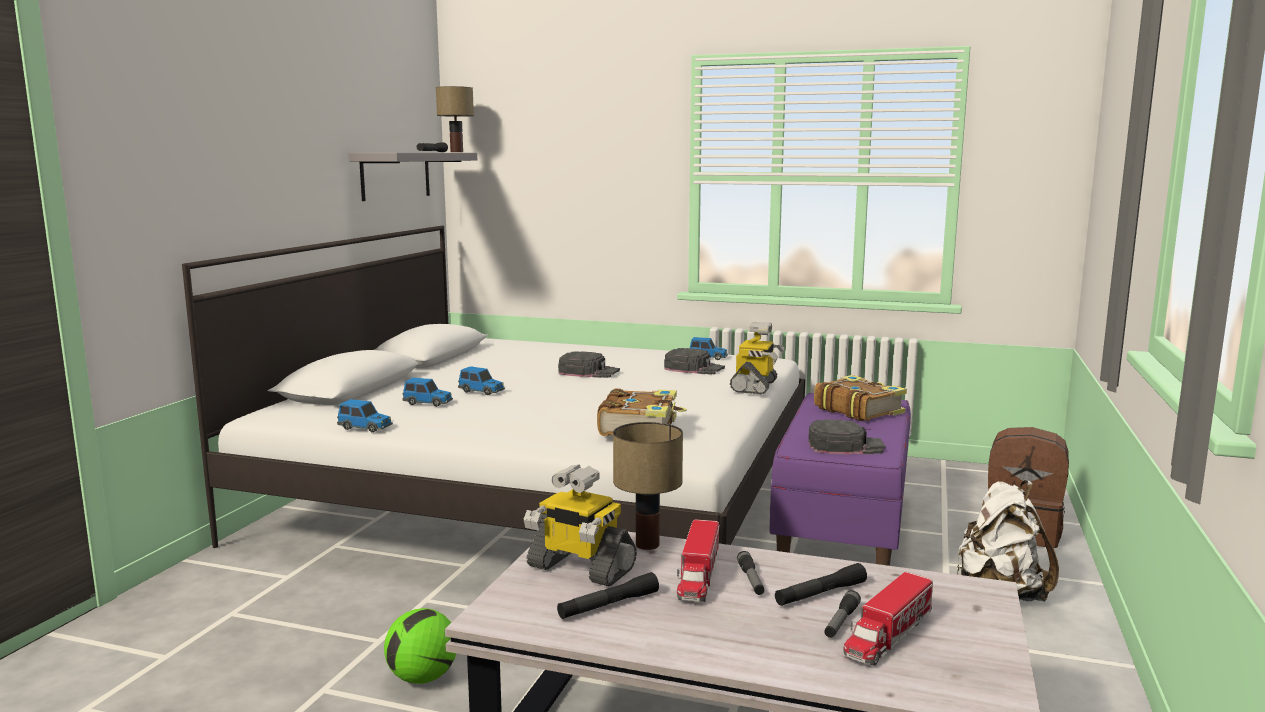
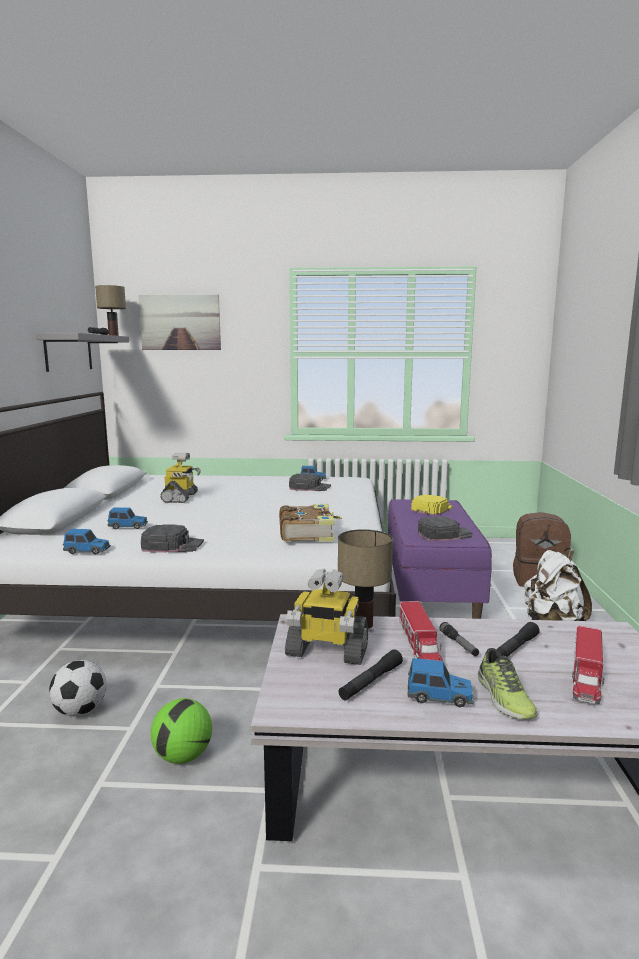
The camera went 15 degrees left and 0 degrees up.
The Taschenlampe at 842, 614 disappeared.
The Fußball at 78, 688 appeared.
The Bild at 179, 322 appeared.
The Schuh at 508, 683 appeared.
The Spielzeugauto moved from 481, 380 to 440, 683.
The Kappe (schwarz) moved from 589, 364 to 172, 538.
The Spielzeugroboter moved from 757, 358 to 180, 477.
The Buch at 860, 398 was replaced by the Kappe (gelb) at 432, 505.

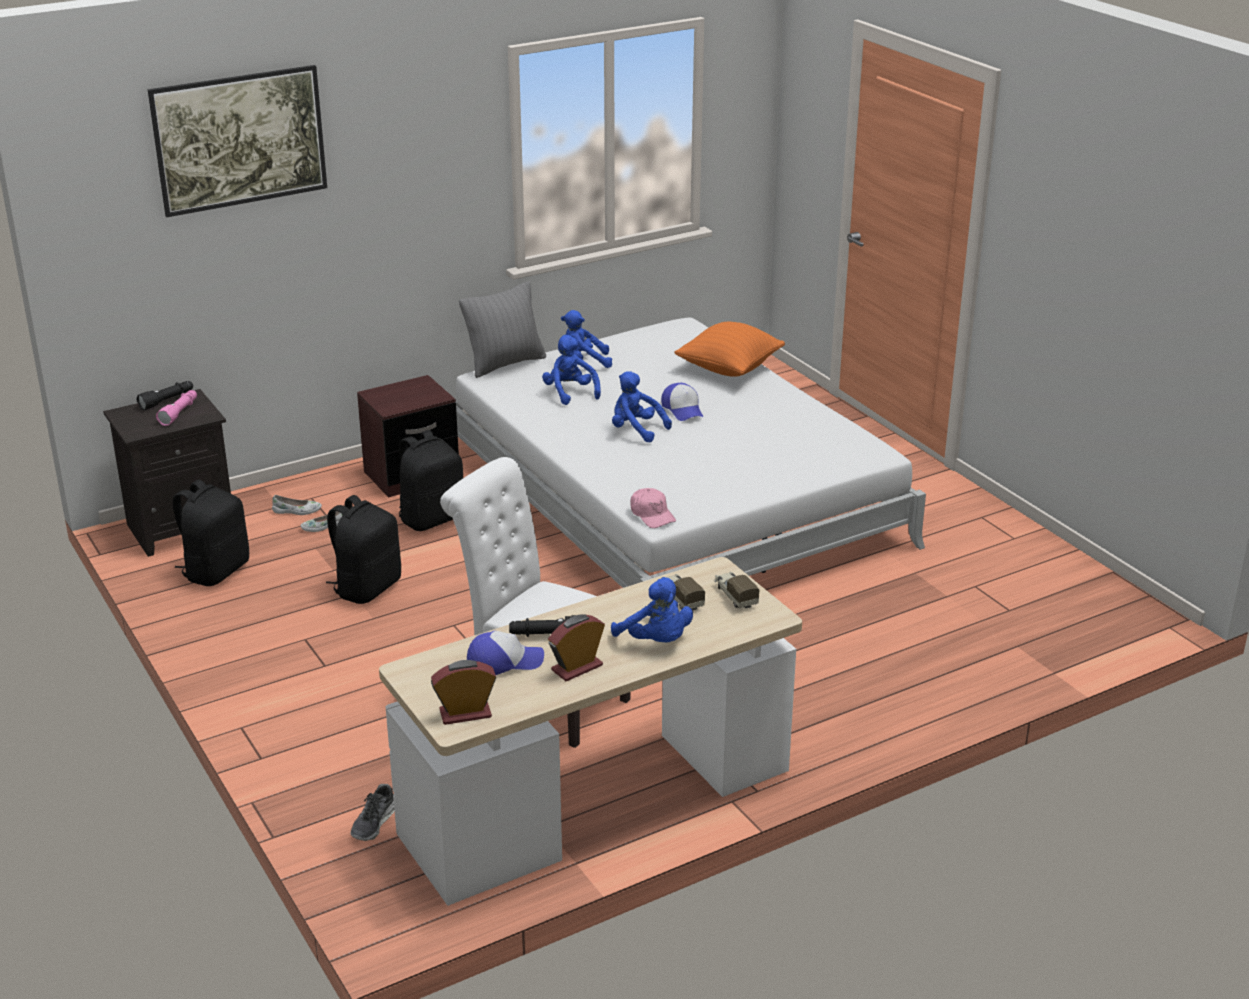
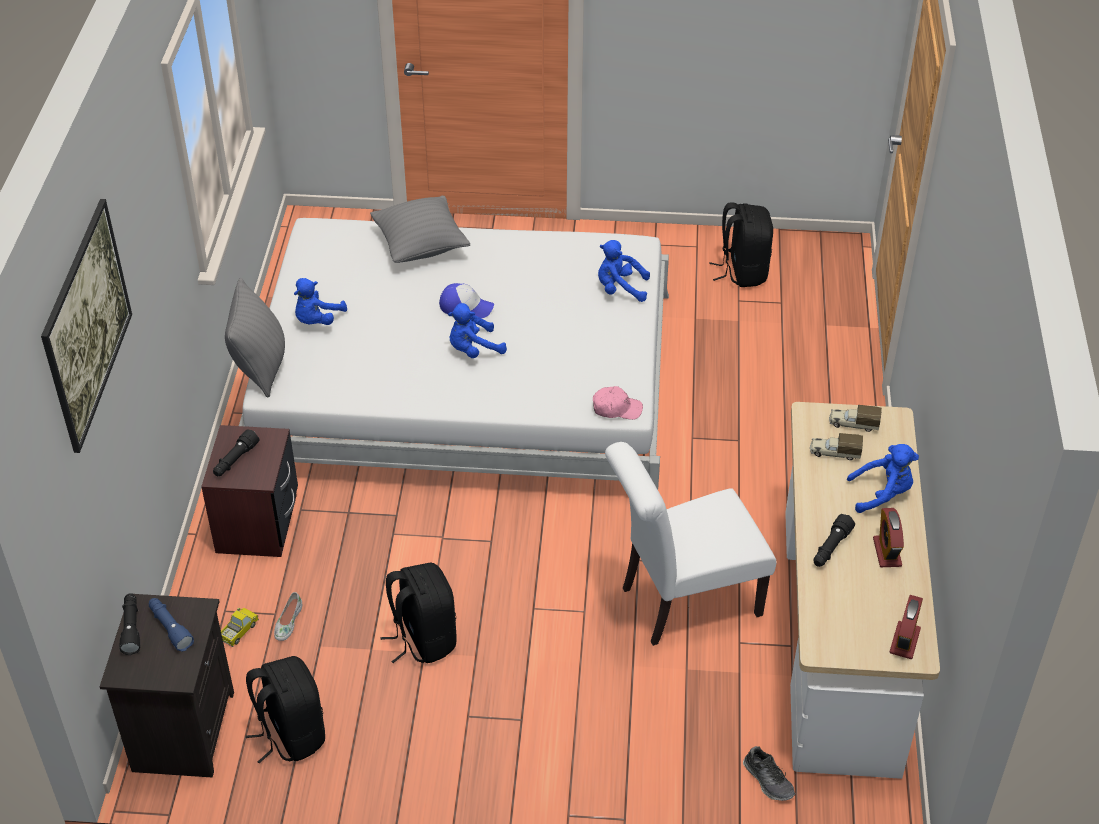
The camera went 55 degrees left and 15 degrees up.
The Kappe at 505, 653 disappeared.
The Taschenlampe (schwarz) at 236, 452 appeared.
The Rucksack (schwarz) moved from 431, 480 to 741, 244.
The Plüschtier (blau) moved from 571, 370 to 624, 271.
The Schuh (weiß) at 297, 505 was replaced by the Spielzeuglaster at 240, 627.
The Taschenlampe (rosa) at 176, 408 became the Taschenlampe (blau) at 171, 624.
The Kissen (orange) at 729, 349 became the Kissen (grau) at 420, 229.

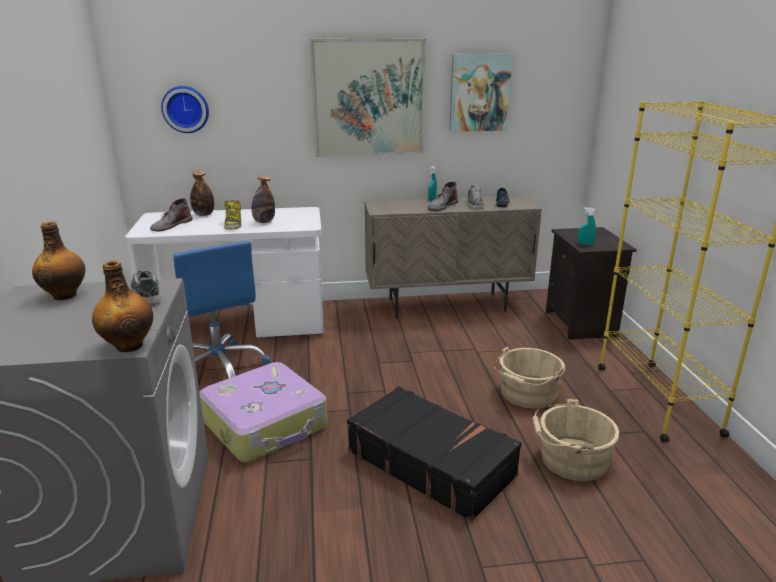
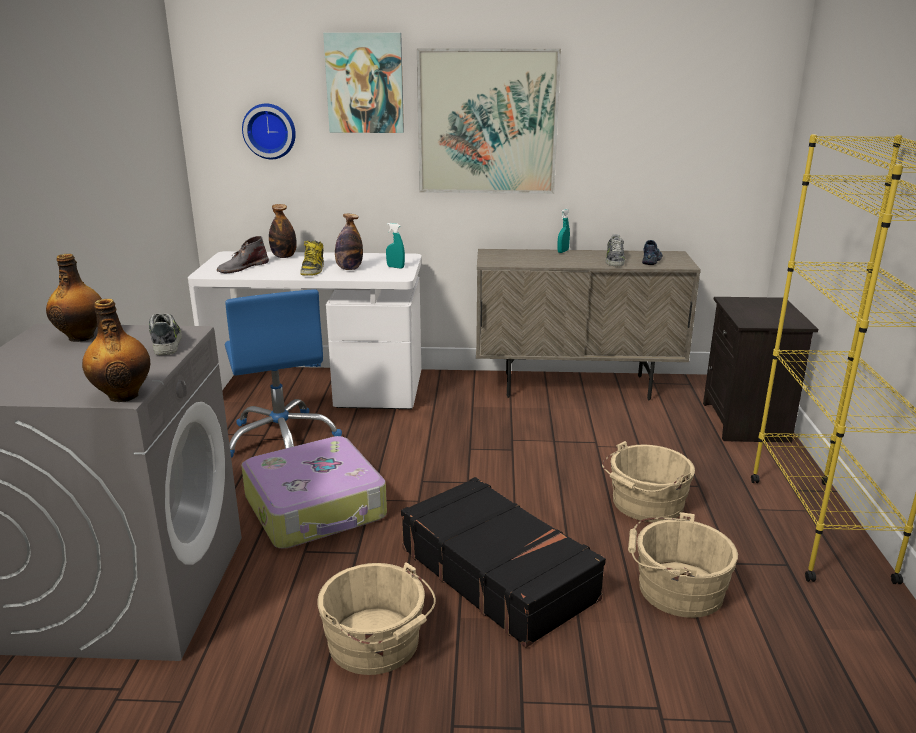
The camera went 10 degrees right and 0 degrees up.
The Stiefel (grau) at 442, 196 disappeared.
The Eimer (beige) at 376, 618 appeared.
The Bild moved from 481, 92 to 363, 83.
The Sprühflasche (türkis) moved from 587, 226 to 395, 245.

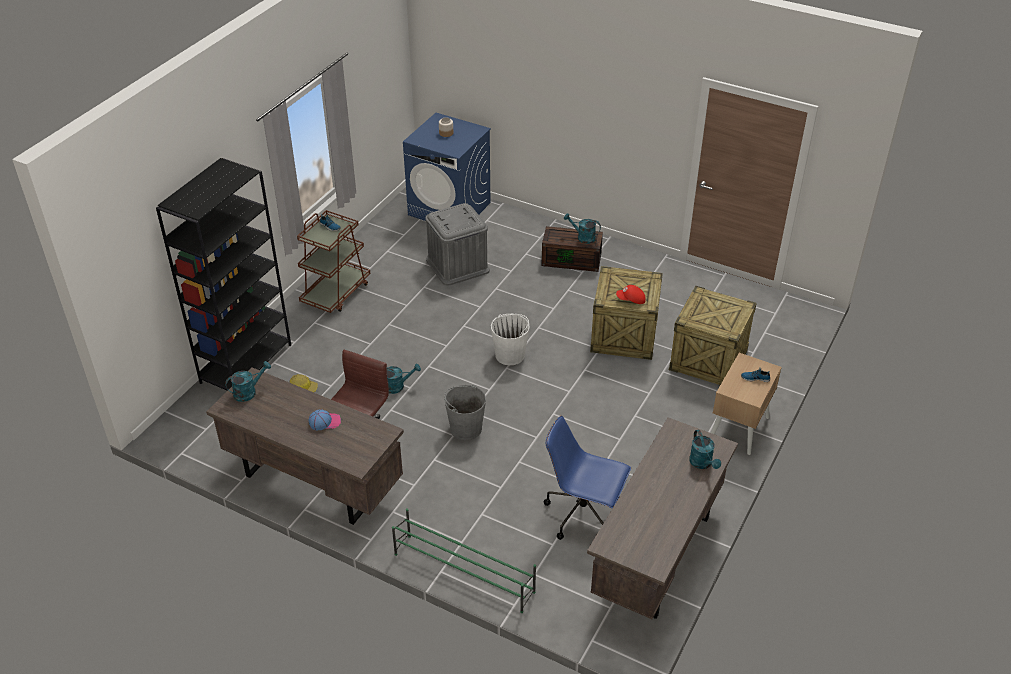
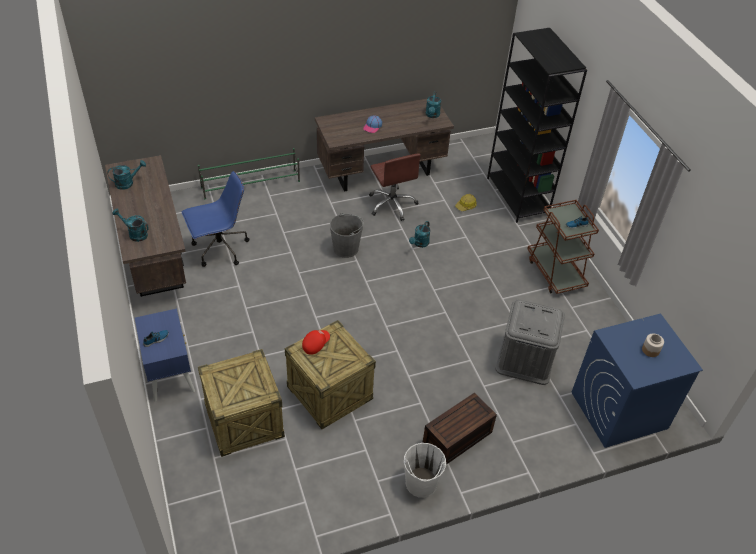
The camera went 130 degrees right and 5 degrees up.
The Eimer (weiß) moved from 510, 339 to 425, 470.
The Gießkanne (türkis) moved from 582, 228 to 126, 175.
The Nachttisch (beige) at 746, 404 became the Nachttisch (blau) at 165, 355.

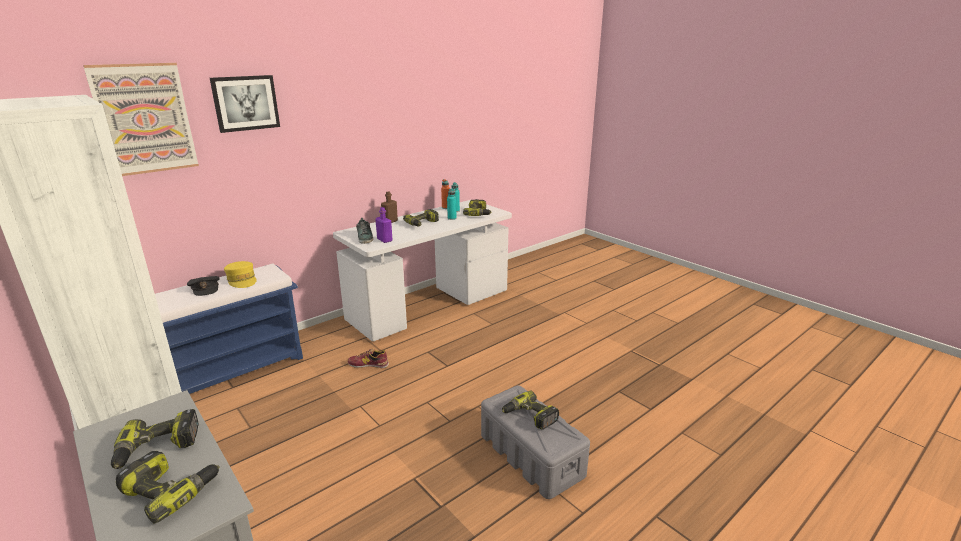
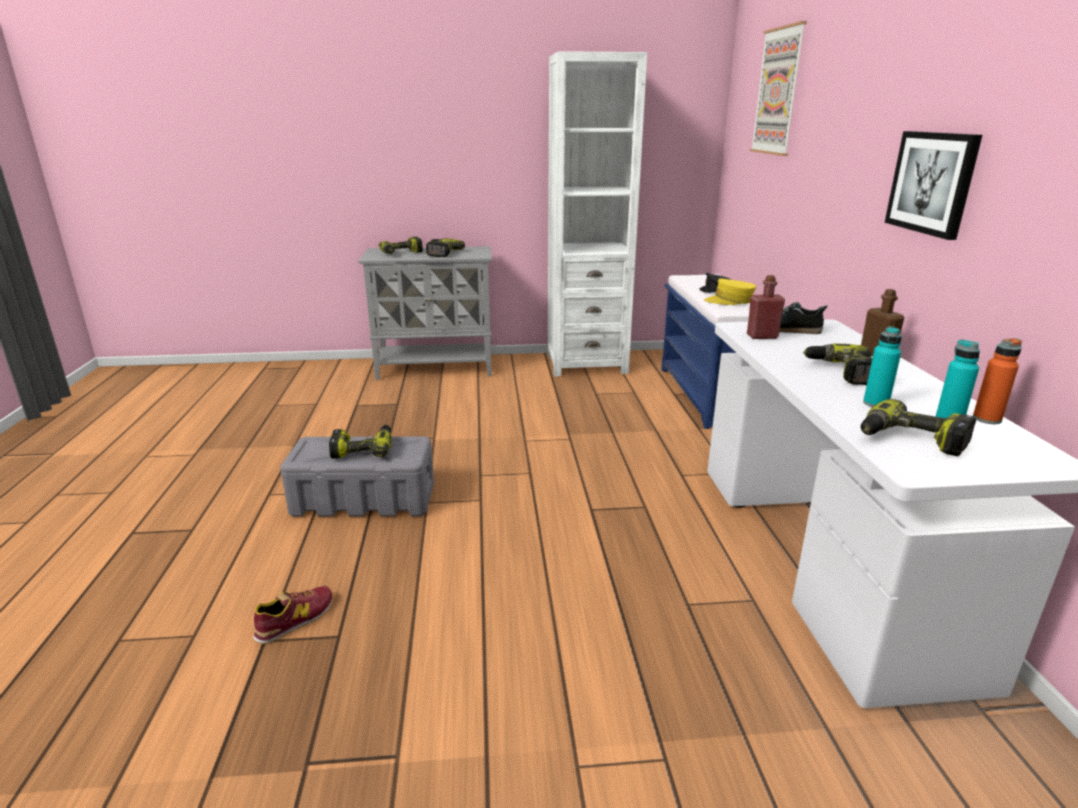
The camera went 125 degrees right and 0 degrees up.
The Bild moved from 245, 104 to 933, 185.
The Schuh moved from 368, 358 to 292, 615.
The Flasche (lila) at 384, 225 became the Flasche (rot) at 766, 307.

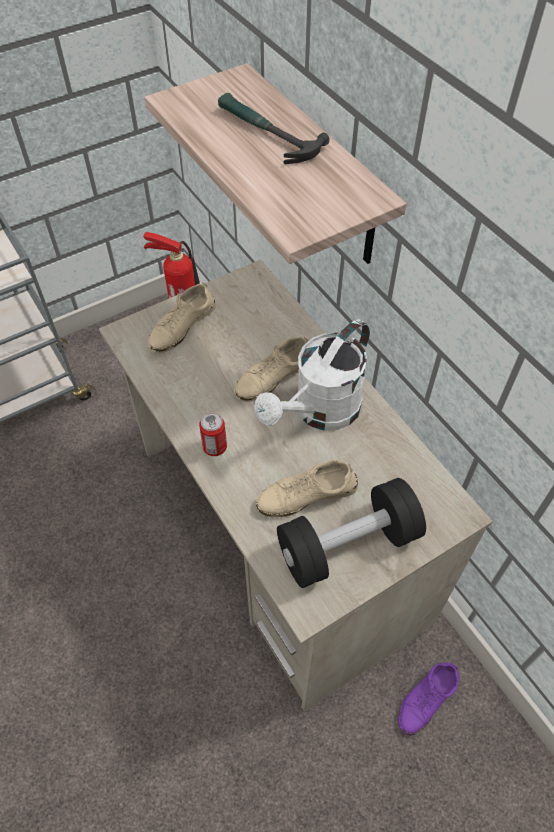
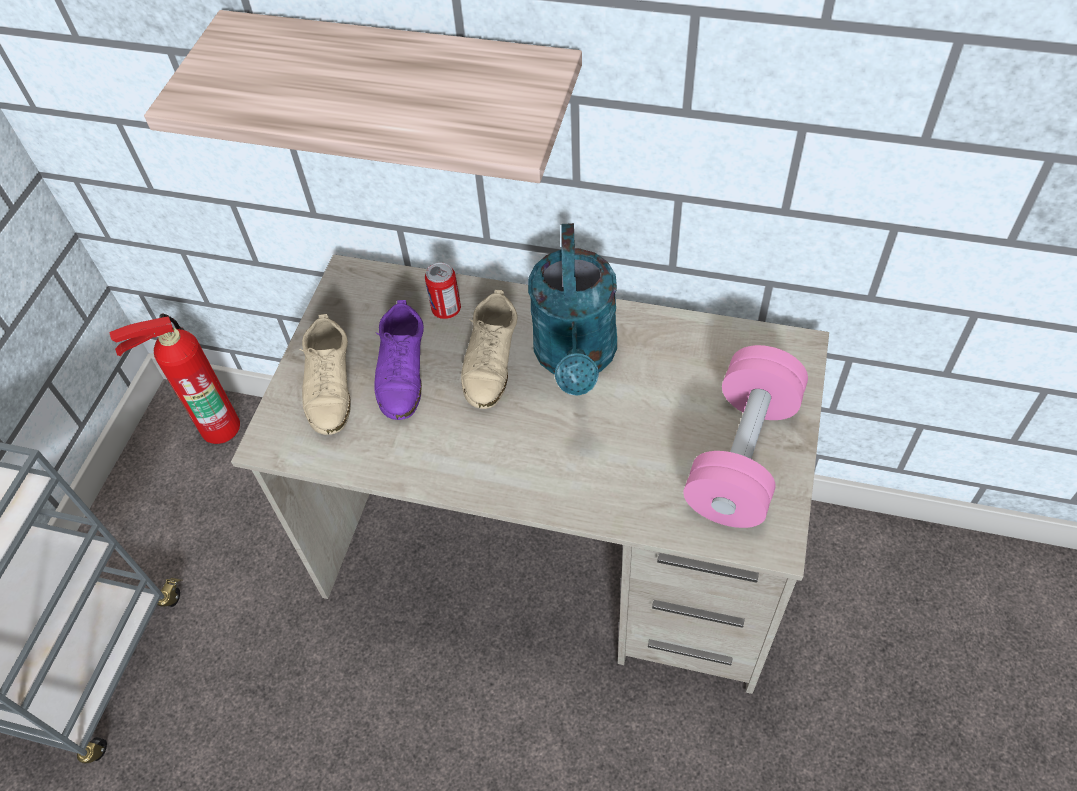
The camera went 40 degrees left and 0 degrees up.
The Hammer at 273, 128 disappeared.
The Schuh (beige) at 307, 489 disappeared.
The Dose moved from 213, 434 to 443, 290.
The Schuh (lila) moved from 428, 699 to 399, 360.
The Gießkanne (weiß) at 312, 375 became the Gießkanne (türkis) at 572, 309.
The Hantel (schwarz) at 351, 533 became the Hantel (rosa) at 745, 436.

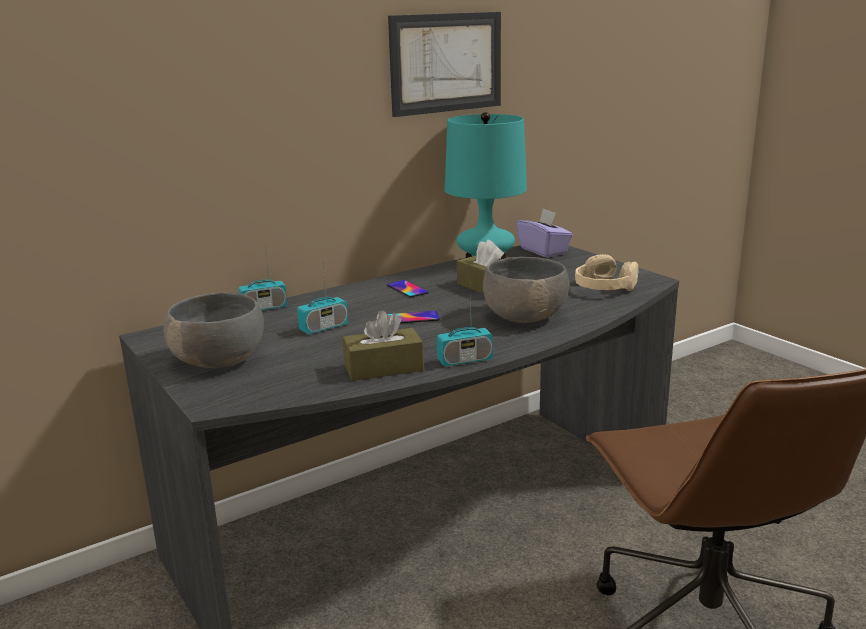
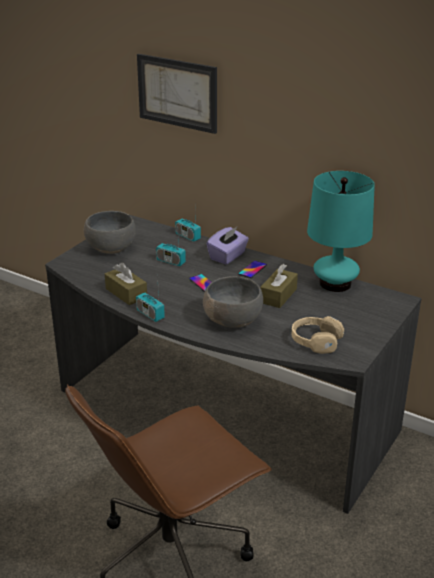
The camera went 65 degrees right and 10 degrees up.
The Bild moved from 444, 64 to 177, 94.
The Taschentuchbox (lila) moved from 544, 232 to 228, 245.

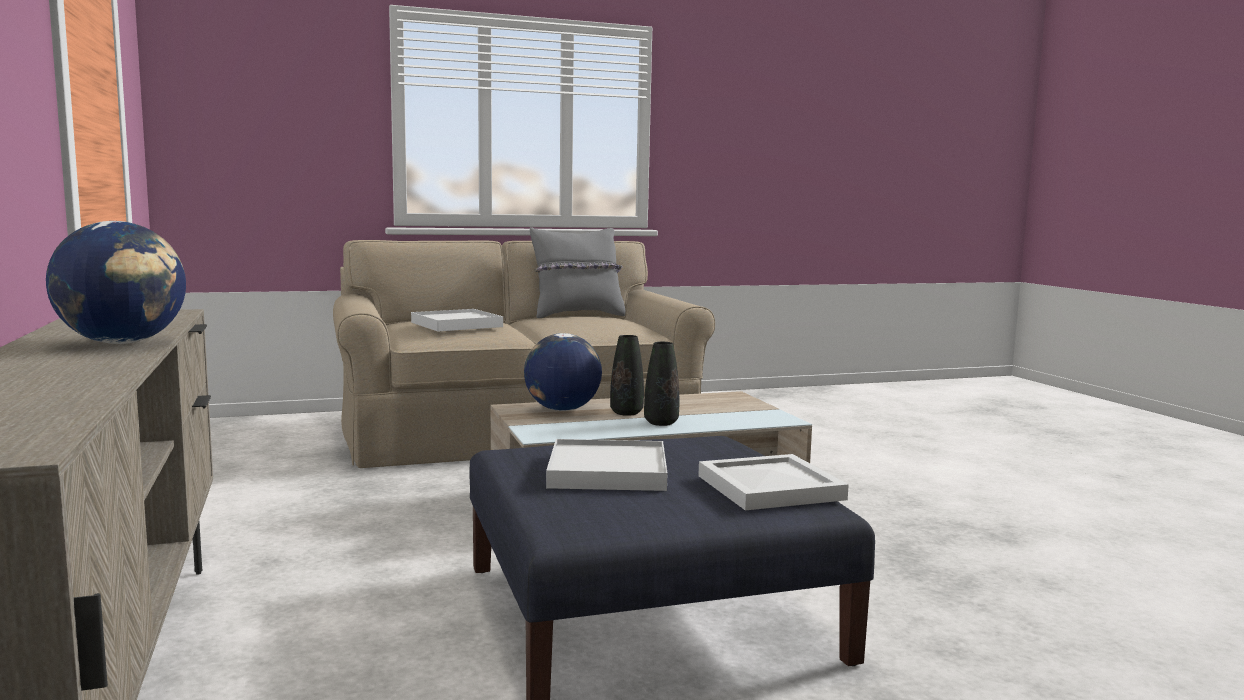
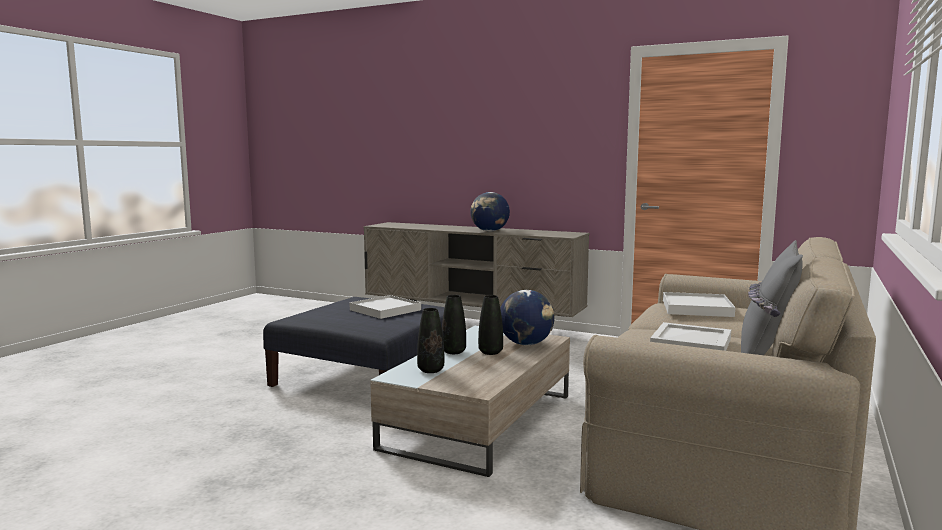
The camera went 135 degrees right and 0 degrees up.
The Vase (schwarz) at 430, 340 appeared.
The Tablett (weiß) moved from 773, 482 to 690, 336.

